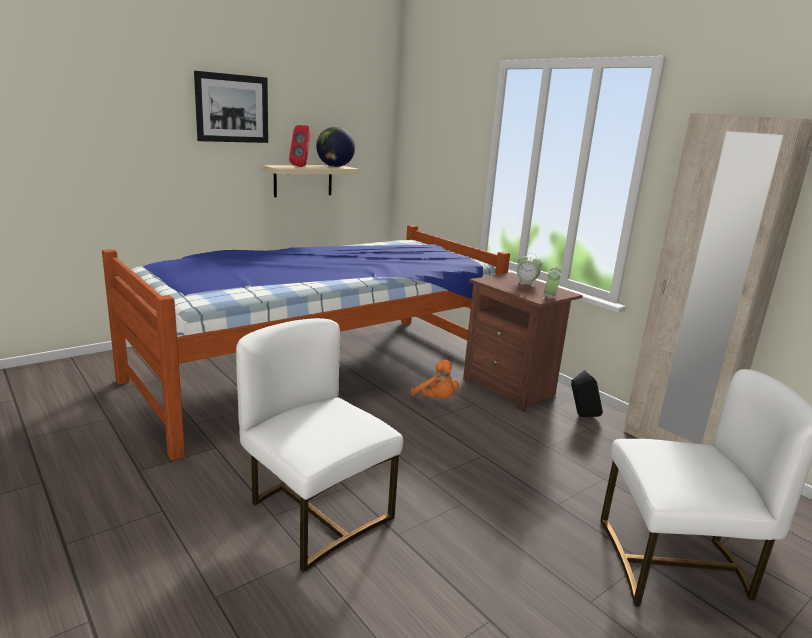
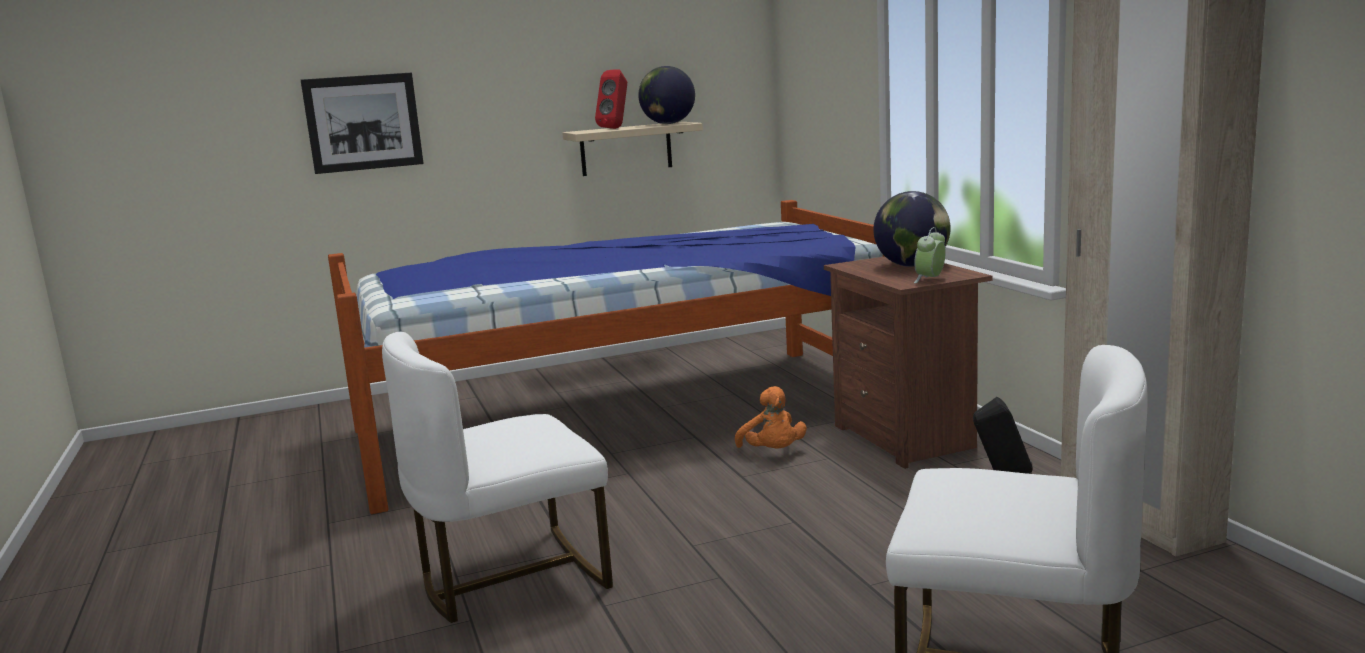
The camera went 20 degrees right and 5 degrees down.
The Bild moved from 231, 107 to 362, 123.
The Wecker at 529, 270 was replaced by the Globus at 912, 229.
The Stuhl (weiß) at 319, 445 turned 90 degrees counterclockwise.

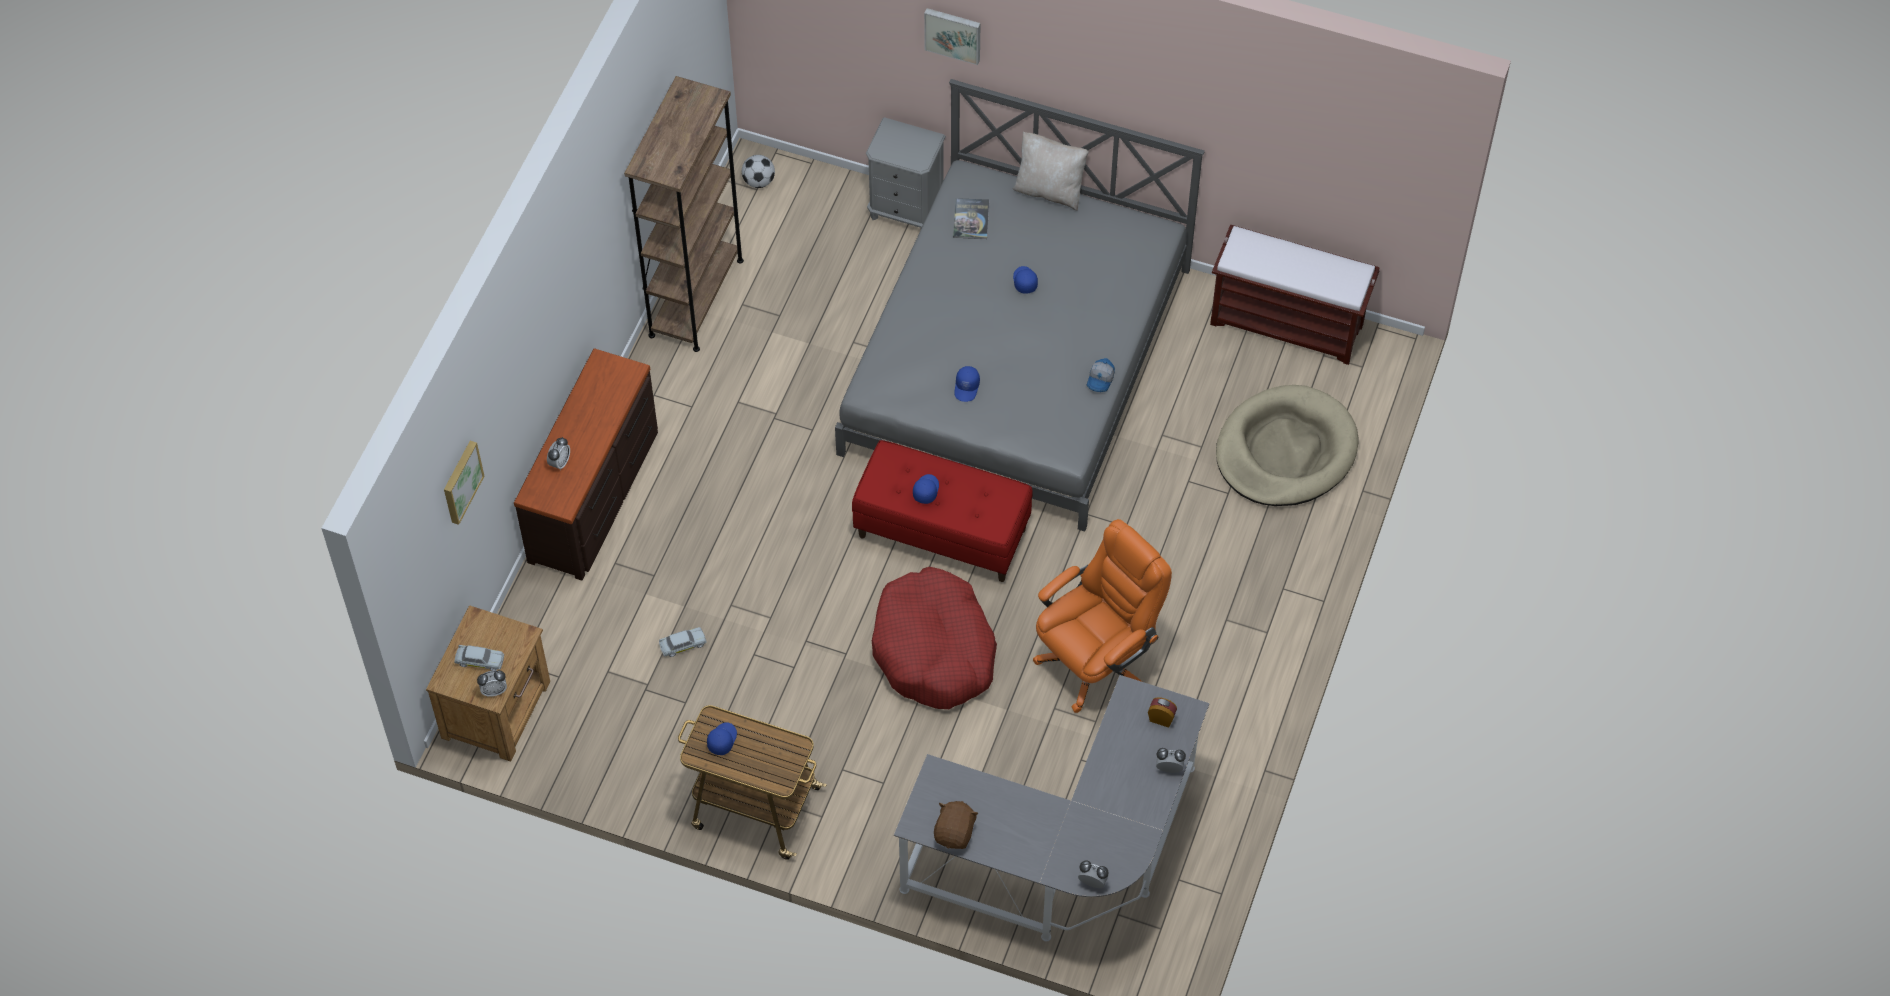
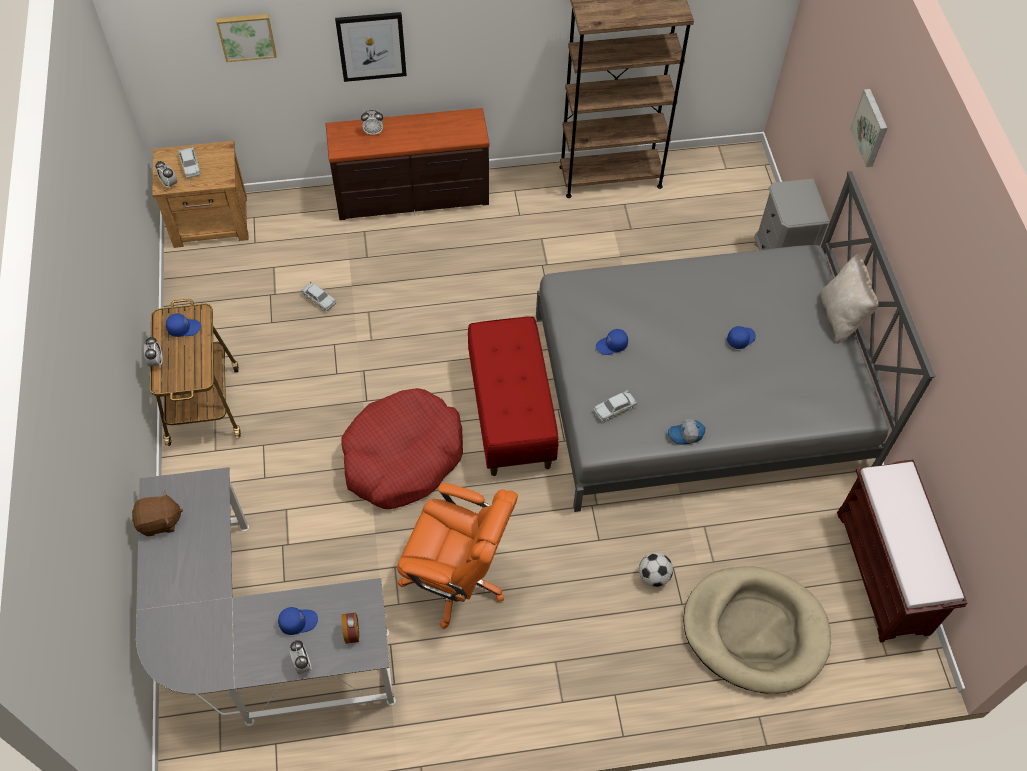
The camera went 60 degrees right and 0 degrees up.
The Buch at 971, 218 disappeared.
The Bild at 371, 47 appeared.
The Spielzeugauto (weiß) at 615, 406 appeared.
The Fußball moved from 758, 171 to 656, 569.
The Kappe (blau) moved from 926, 489 to 298, 621.
The Wecker moved from 1093, 874 to 153, 352.

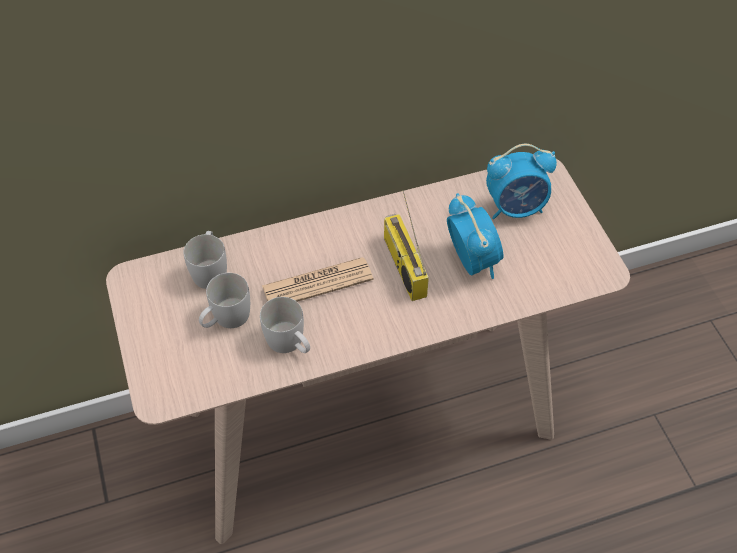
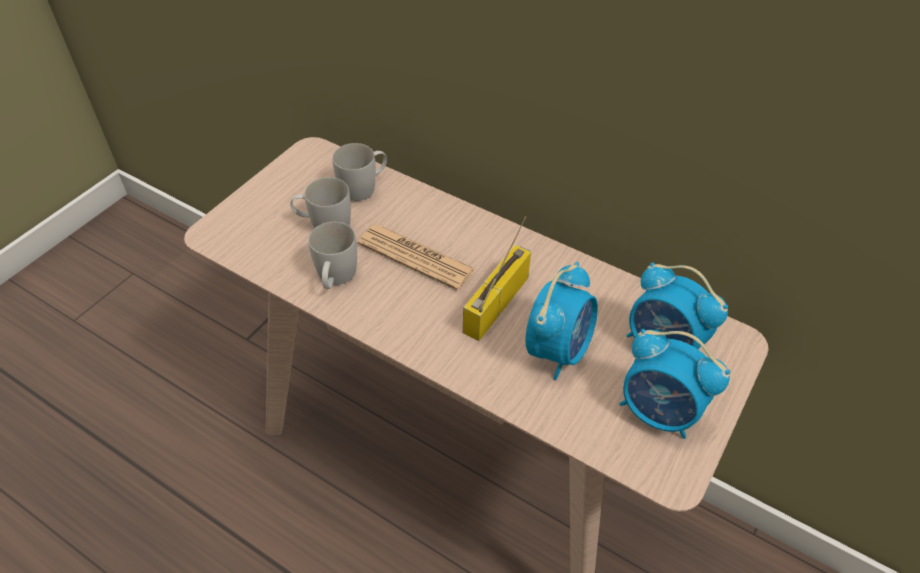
The camera went 50 degrees right and 5 degrees down.
The Wecker at 674, 384 appeared.

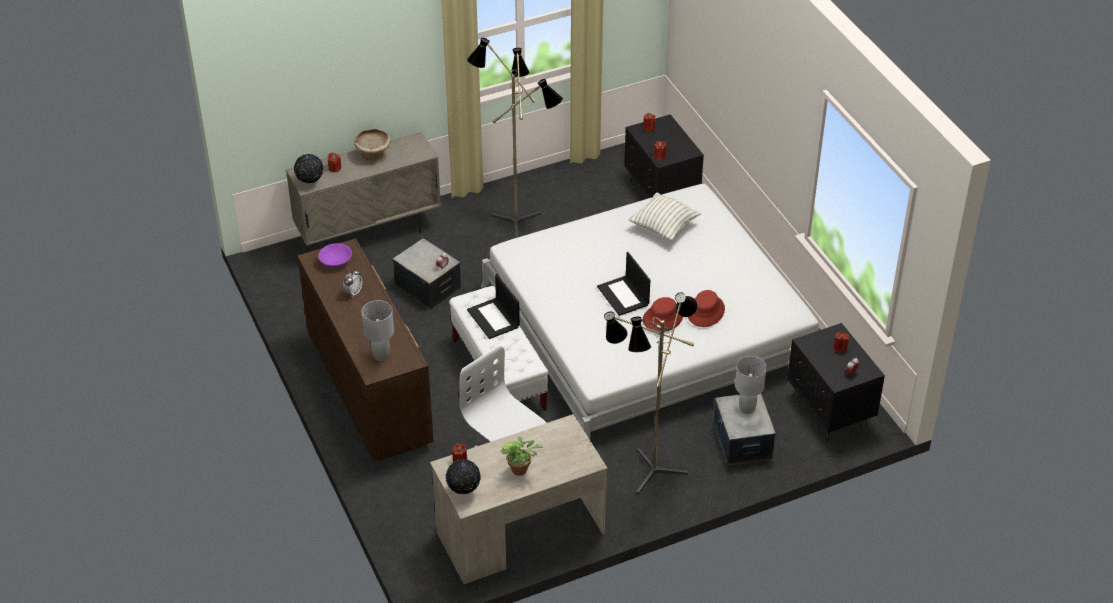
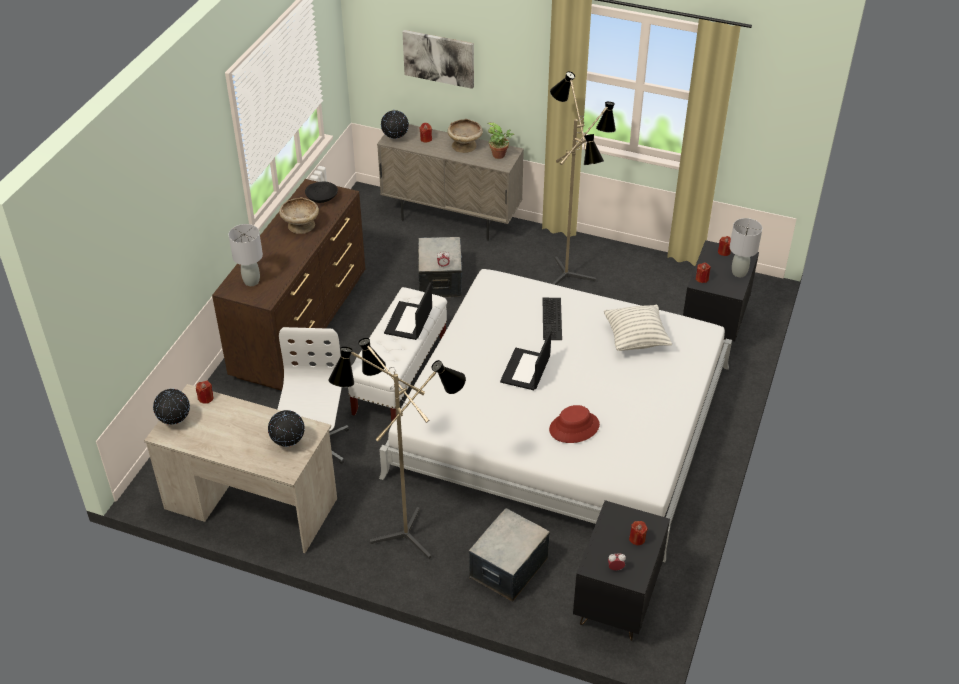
The camera went 45 degrees right and 0 degrees up.
The Hut (rot) at 663, 314 disappeared.
The Globus at 286, 428 appeared.
The Bild at 438, 59 appeared.
The Tastatur at 552, 319 appeared.
The Topfpflanze moved from 521, 456 to 501, 141.
The Tischlampe (grau) moved from 751, 385 to 746, 247.
The Wecker at 352, 283 was replaced by the Schüssel (beige) at 299, 215.
The Schüssel (lila) at 335, 255 became the Schüssel (schwarz) at 321, 192.

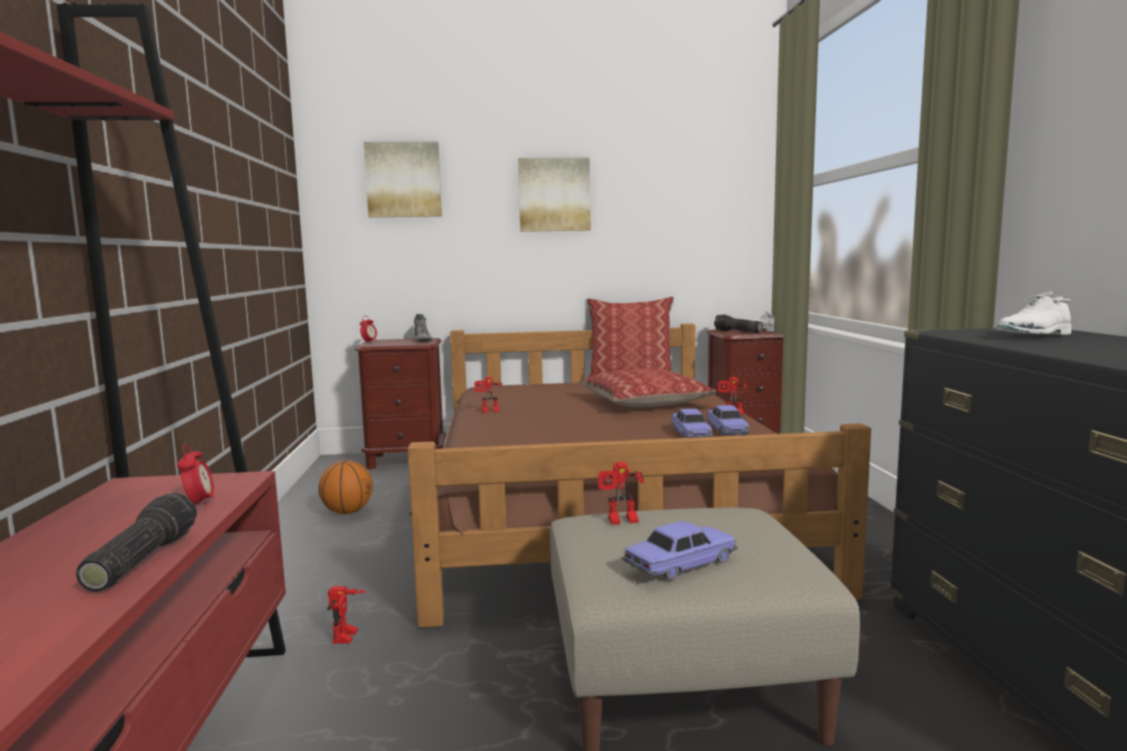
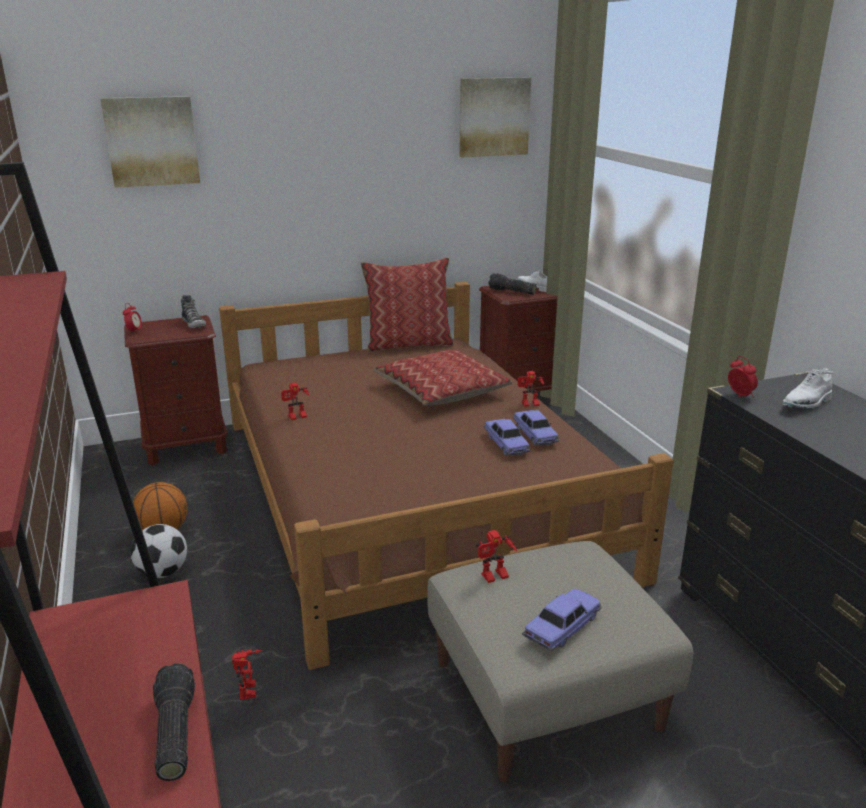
The camera went 15 degrees left and 15 degrees up.
The Fußball at 159, 551 appeared.
The Wecker moved from 195, 475 to 743, 377.
The Bild moved from 554, 194 to 495, 117.

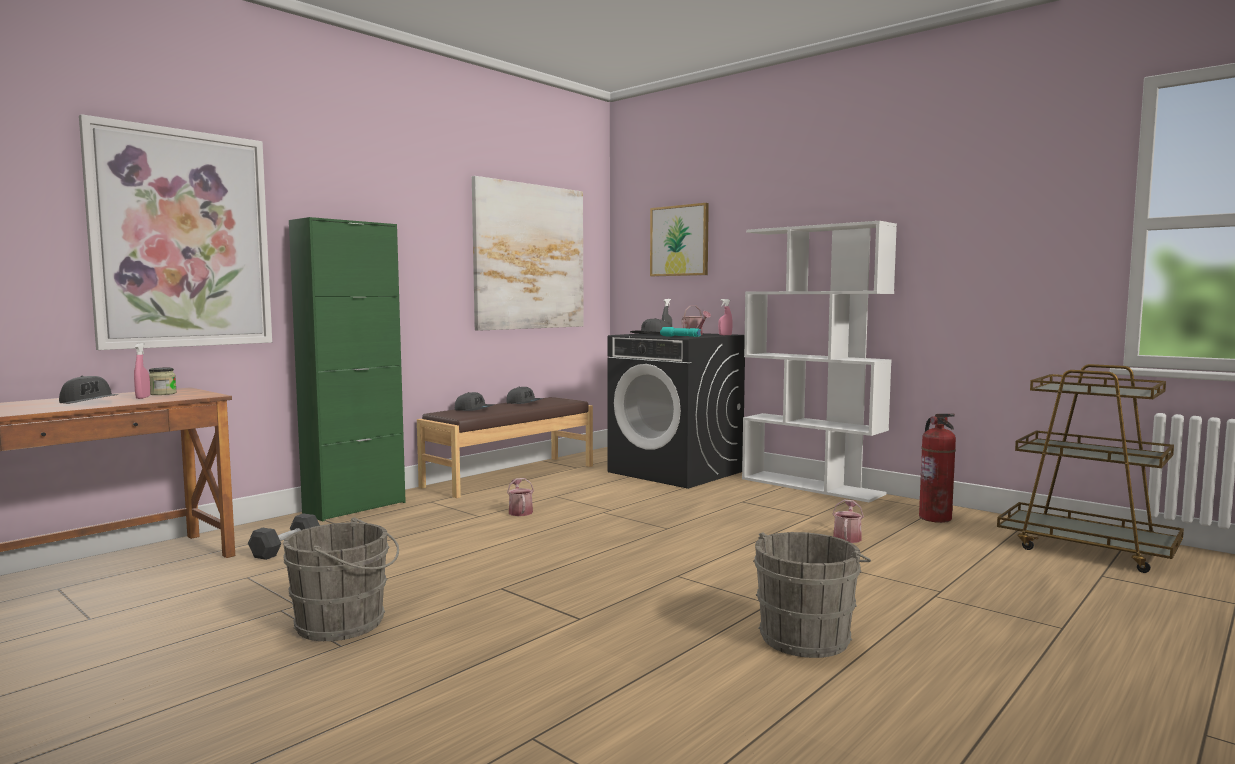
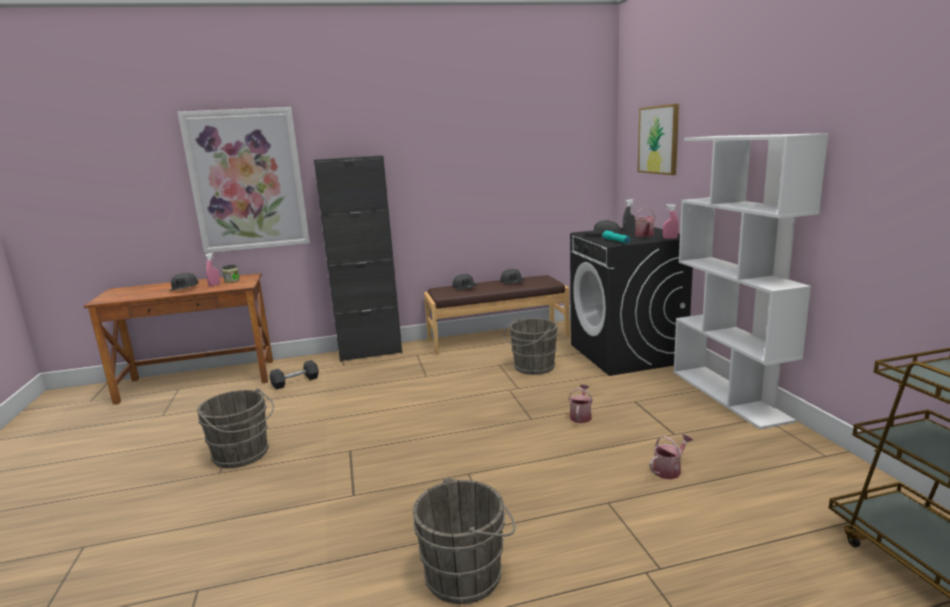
The camera went 35 degrees right and 10 degrees up.
The Bild at 528, 253 disappeared.
The Feuerlöscher at 937, 468 disappeared.
The Eimer (grau) at 530, 346 appeared.
The Gießkanne moved from 520, 497 to 580, 404.
The Schrank (grün) at 347, 369 became the Schrank (schwarz) at 358, 258.

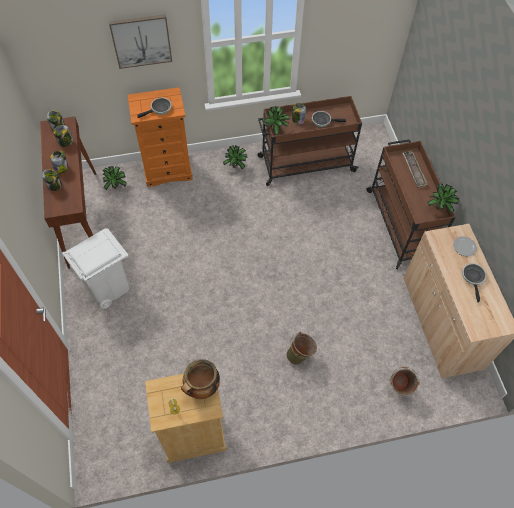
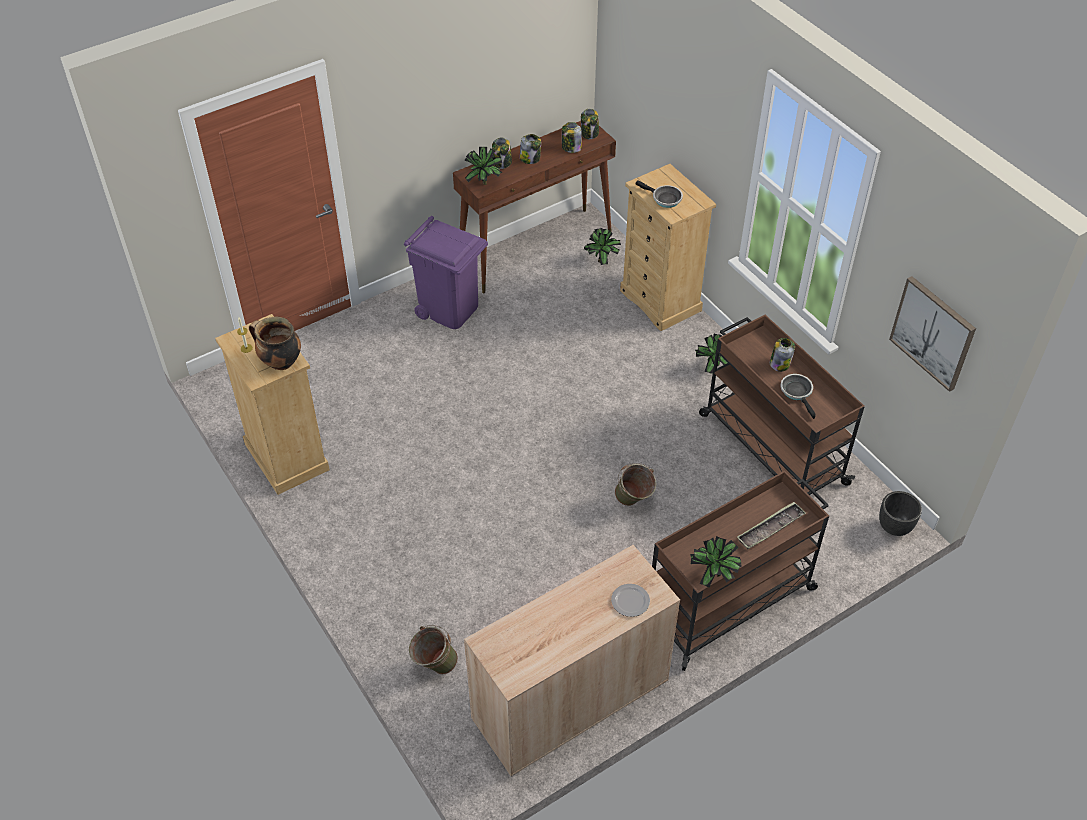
The camera went 70 degrees right and 10 degrees down.
The Pfanne at 474, 282 disappeared.
The Pflanzkübel (schwarz) at 900, 513 appeared.
The Bild moved from 140, 42 to 932, 334.
The Topfpflanze moved from 276, 120 to 483, 166.
The Eimer (grün) moved from 301, 348 to 635, 484.
The Mülleimer (weiß) at 95, 268 became the Mülleimer (lila) at 446, 272.
The Kommode (orange) at 160, 137 became the Kommode (beige) at 668, 247.

